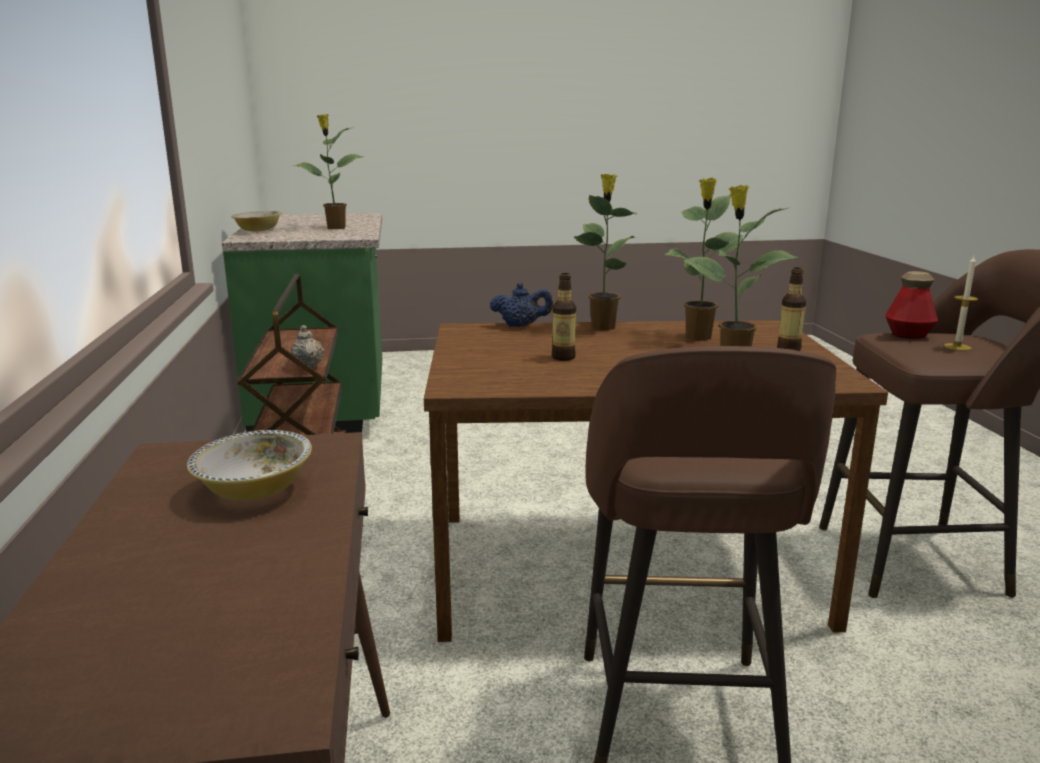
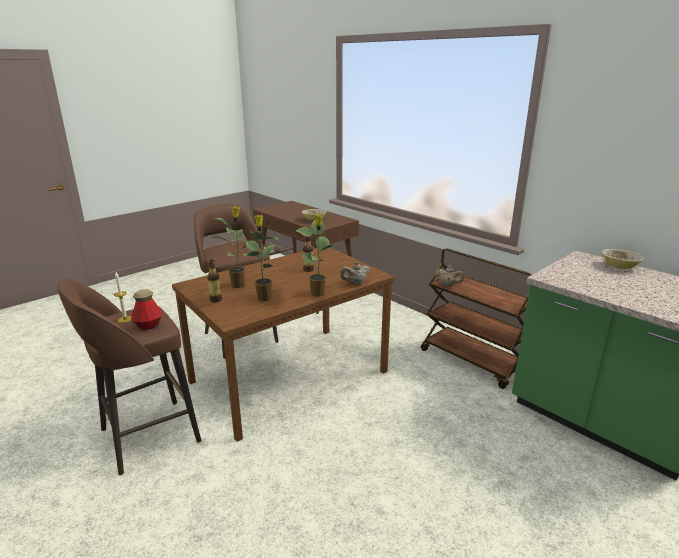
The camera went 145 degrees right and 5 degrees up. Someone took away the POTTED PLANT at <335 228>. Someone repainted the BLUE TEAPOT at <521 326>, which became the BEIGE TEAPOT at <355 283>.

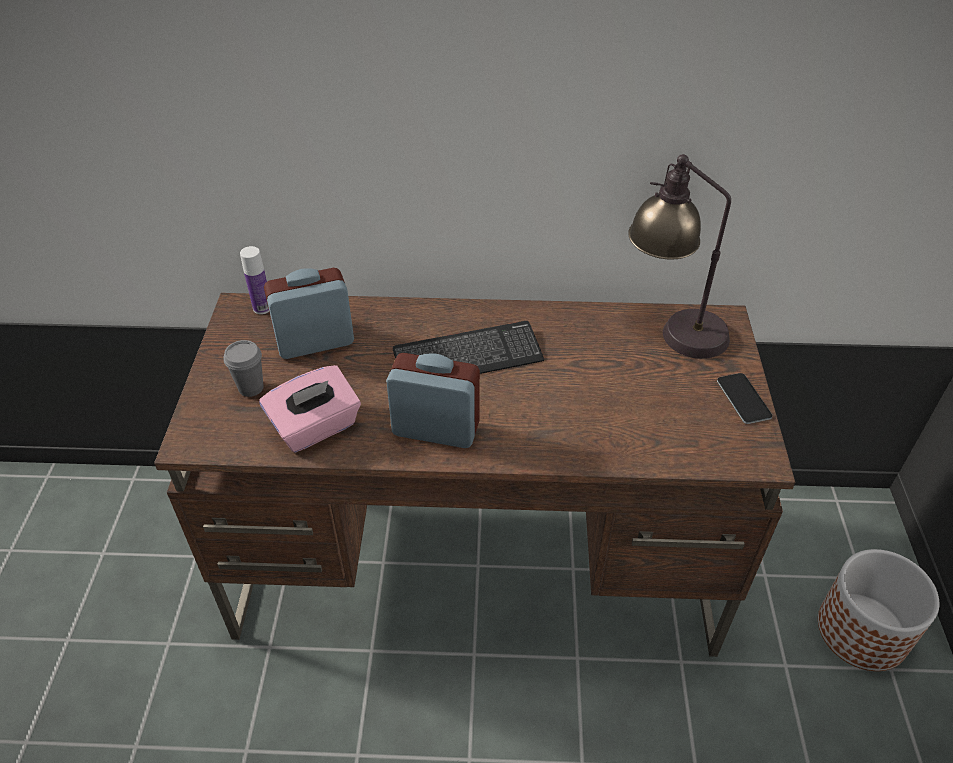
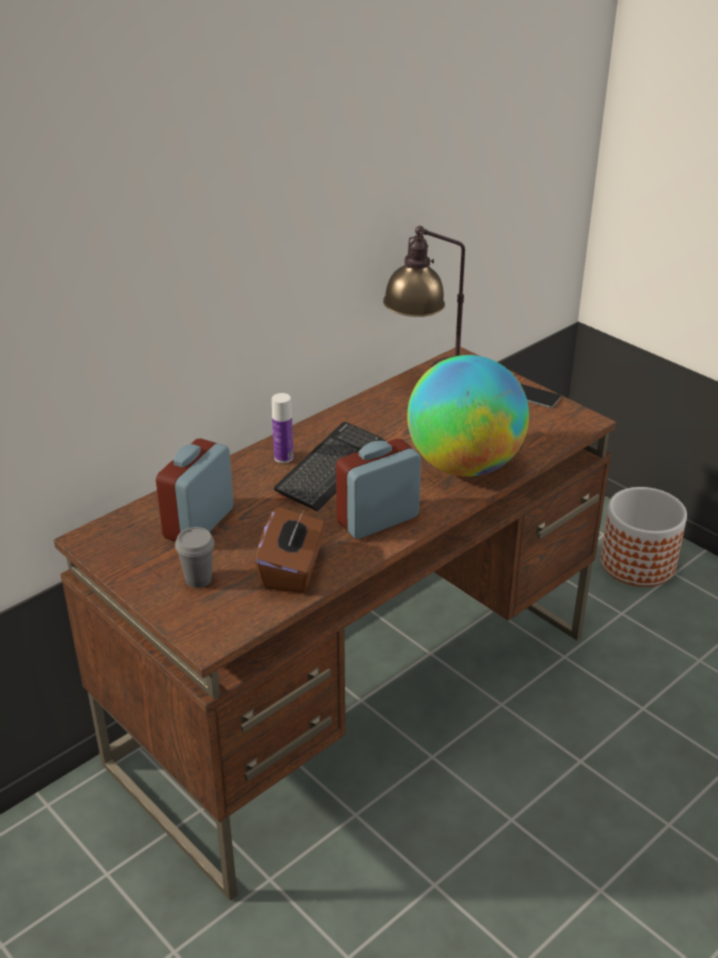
The camera went 45 degrees left and 10 degrees down. Someone carried the BOTTLE from <262 308> to <283 457>. Someone repainted the PINK TISSUE BOX at <316 427>, which became the BROWN TISSUE BOX at <292 570>. Someone put down the GLOBE at <464 465>.

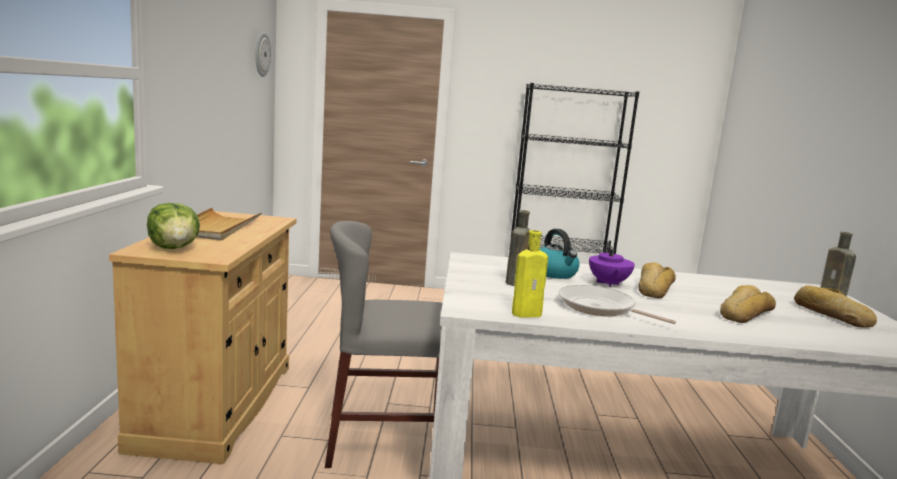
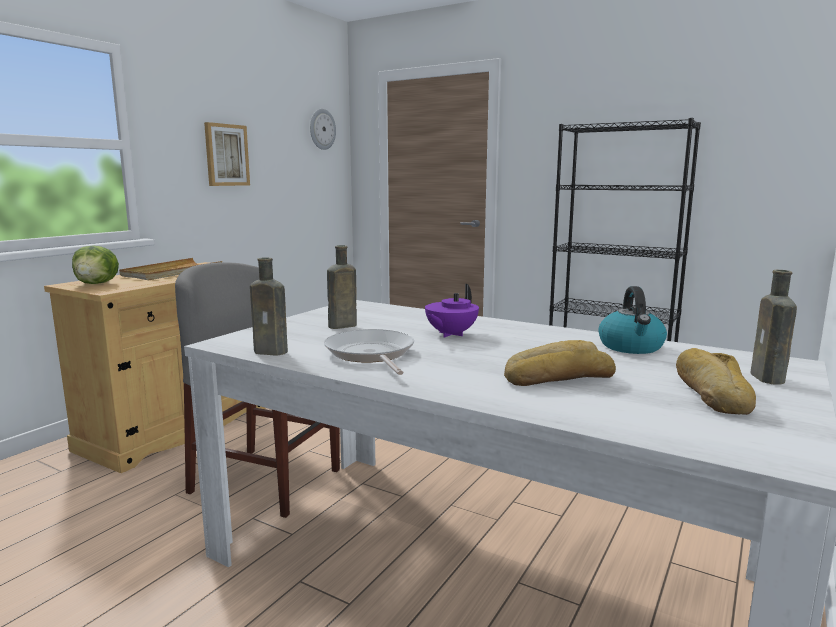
The camera went 30 degrees right and 0 degrees up. Someone repainted the YELLOW BOTTLE at <528 314>, which became the BROWN BOTTLE at <273 352>. Someone carried the KETTLE from <554 273> to <631 347>. Someone took away the BREAD at <653 288>. Someone put up the PICTURE at <226 155>.

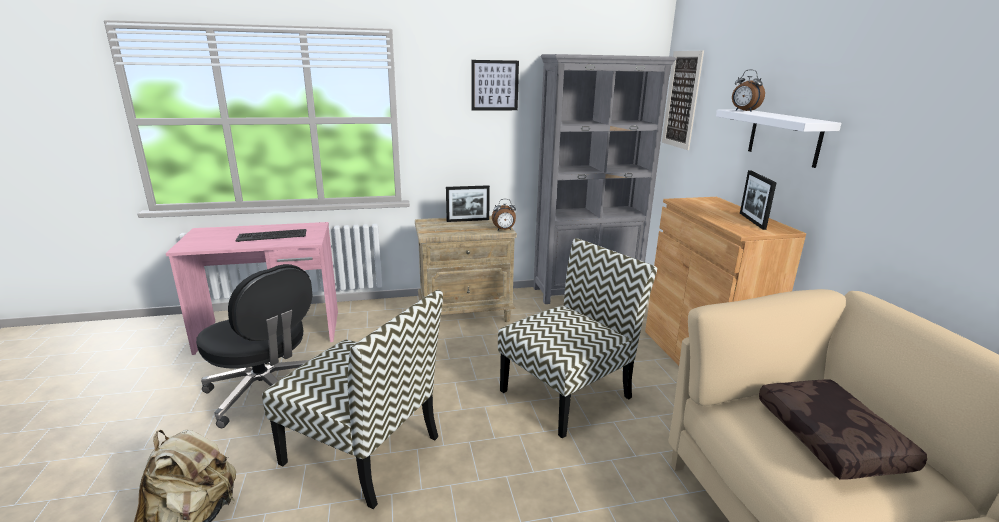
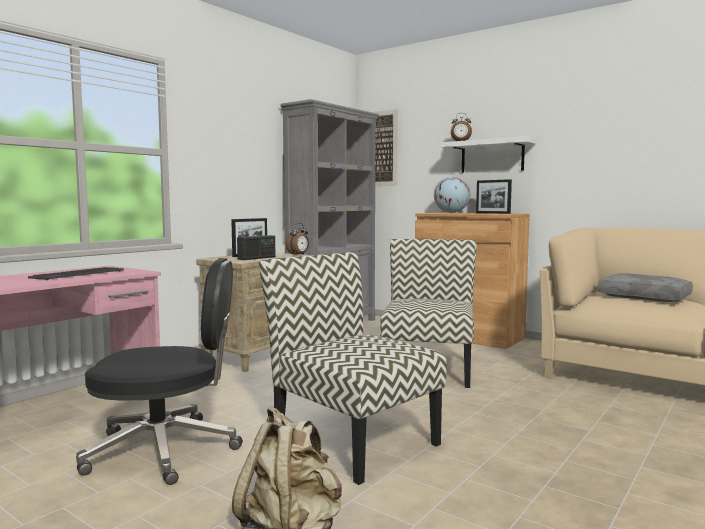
The camera went 40 degrees left and 15 degrees down. Someone rotated the CHAIR at <364 450> by 120 degrees counterclockwise. Someone took away the PICTURE at <494 85>. Someone repainted the BROWN PILLOW at <833 438>, which became the GREY PILLOW at <645 297>. Someone put down the RADIO at <257 258>. Someone put down the GLOBE at <451 212>.

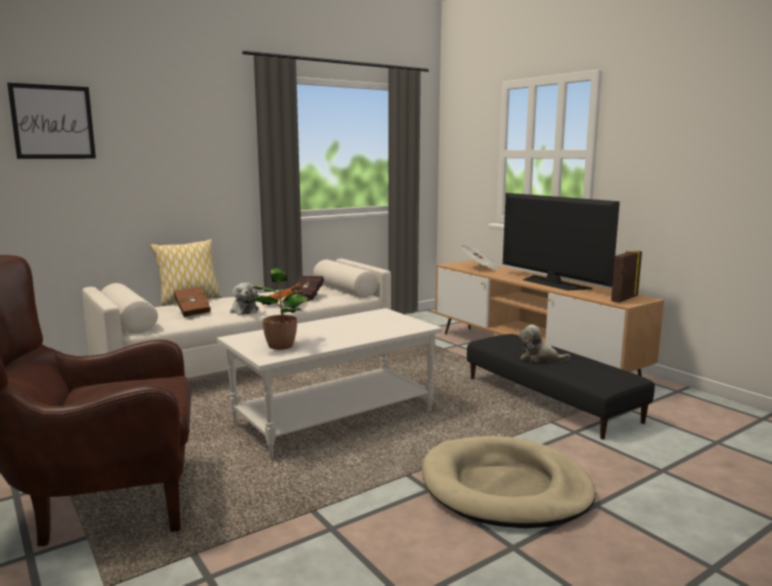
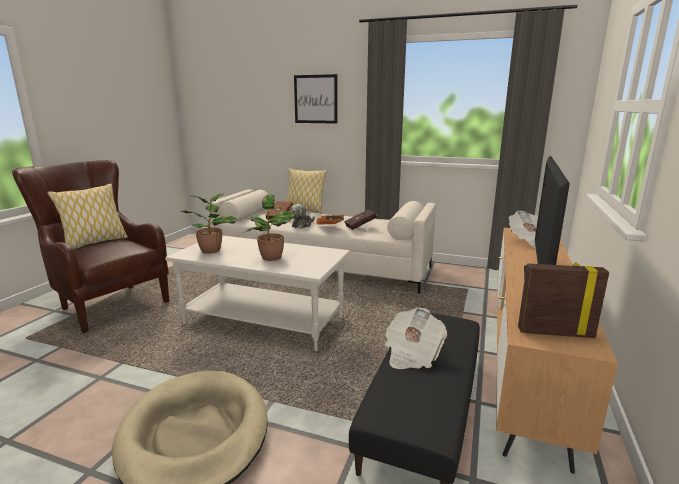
The camera went 55 degrees right and 5 degrees up. Someone carried the PICTURE from <53 122> to <315 99>. Someone swapped the PLUSH TOY at <539 358> for the NEWSPAPER at <412 354>. Someone put down the PILLOW at <95 243>. Someone put down the POTTED PLANT at <271 258>.

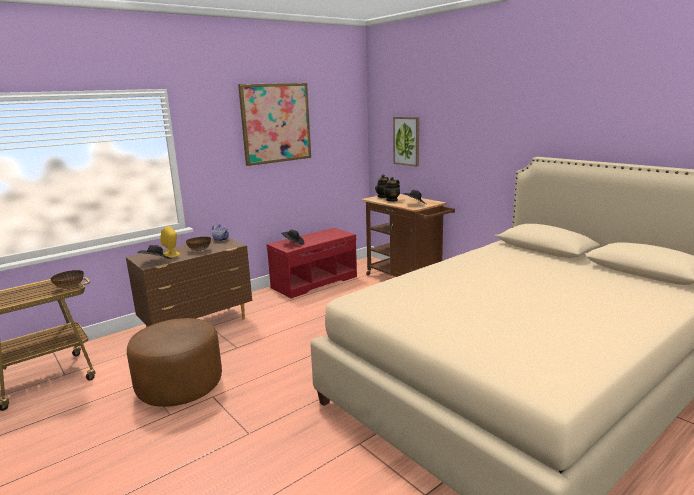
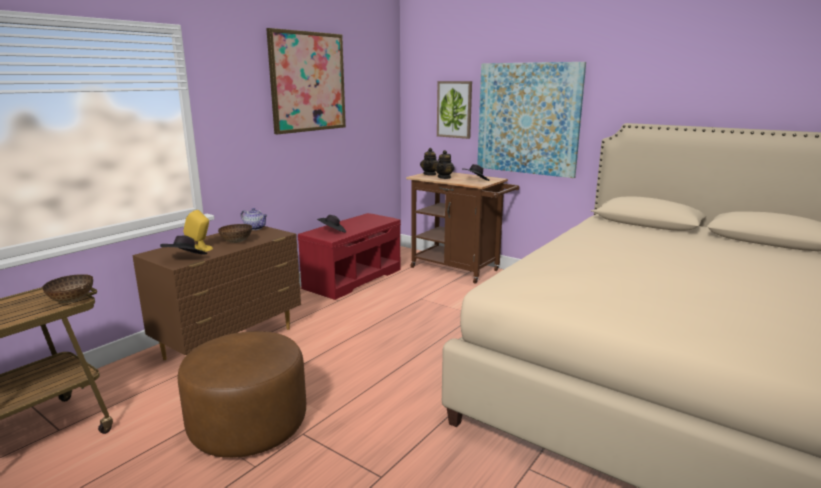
The camera went 15 degrees left and 0 degrees up. Someone put up the PICTURE at <528 119>.

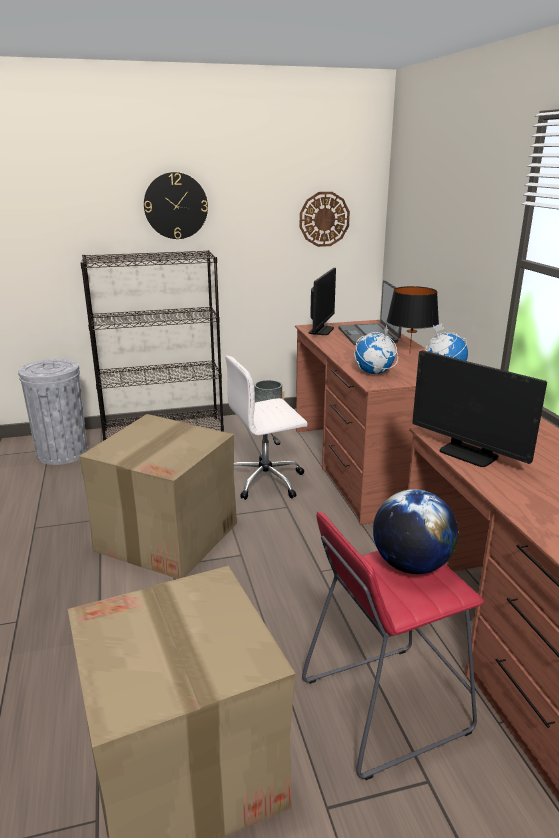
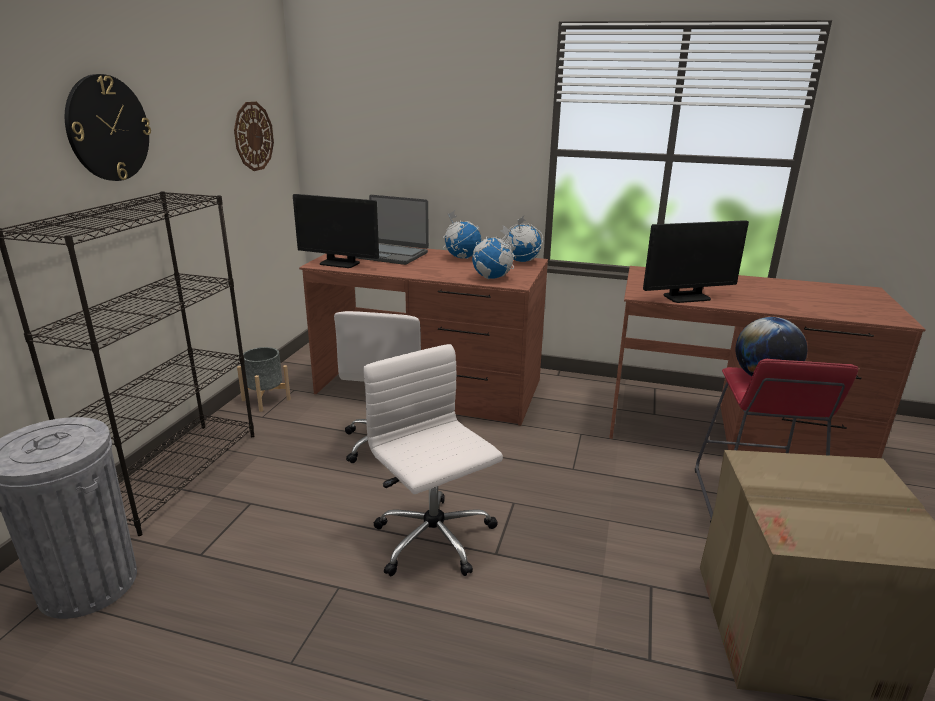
The camera went 60 degrees left and 0 degrees up. Someone swapped the CARDBOARD BOX at <168 536> for the WHITE OFFICE CHAIR at <434 540>. Someone rotated the MONITOR at <321 330> by 150 degrees clockwise. Someone swapped the BLACK TABLE LAMP at <409 354> for the GLOBE at <462 257>.

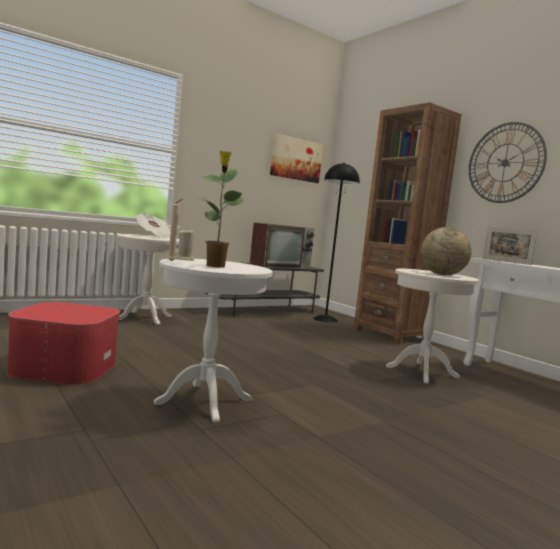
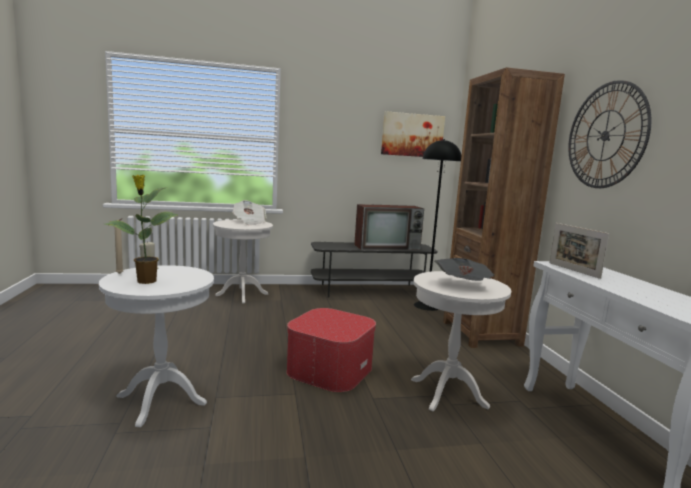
The camera went 25 degrees right and 5 degrees up. Someone carried the OTTOMAN from <64 367> to <329 369>. Someone swapped the GLOBE at <442 274> for the NEWSPAPER at <463 286>.

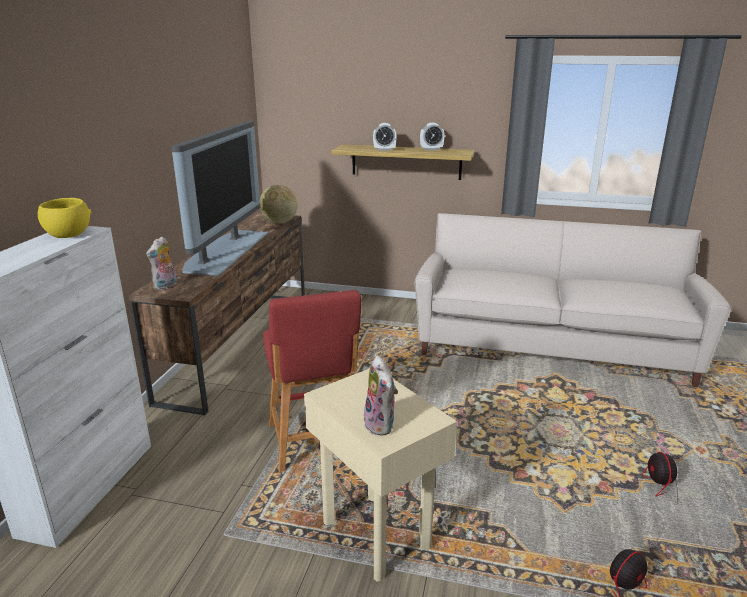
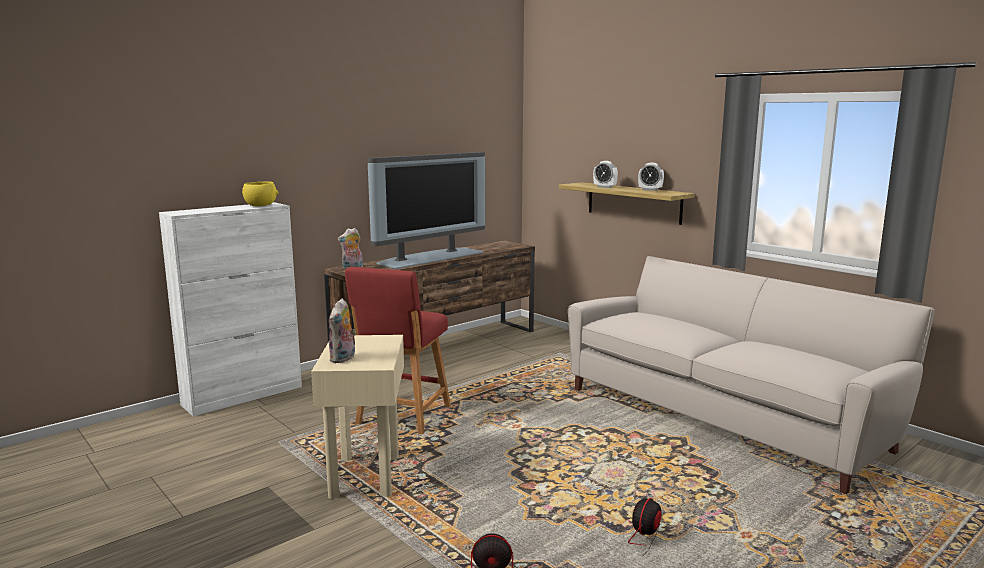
The camera went 35 degrees right and 10 degrees down. Someone took away the GLOBE at <279 222>.

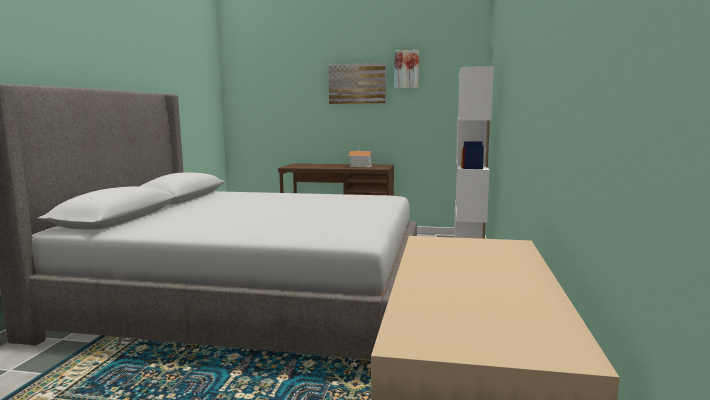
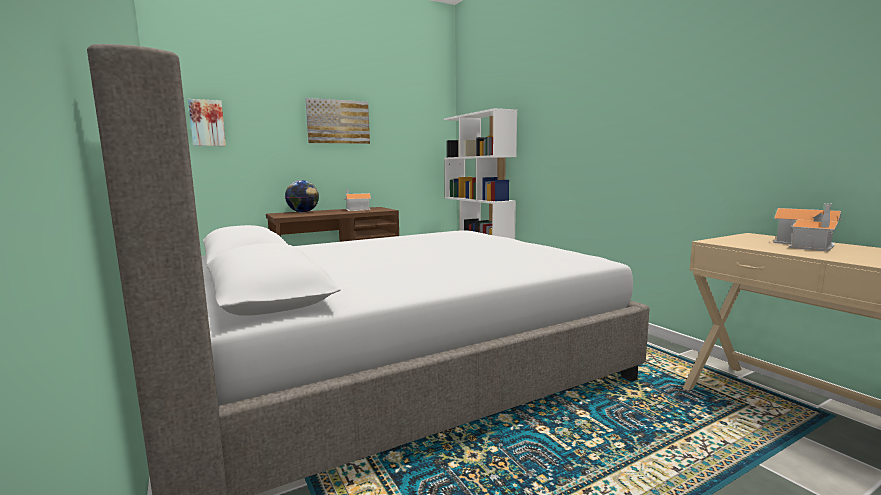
The camera went 40 degrees left and 0 degrees up. Someone carried the PICTURE from <406 69> to <207 123>. Someone put down the GLOBE at <303 212>. Someone put down the TOY HOUSE at <807 245>.

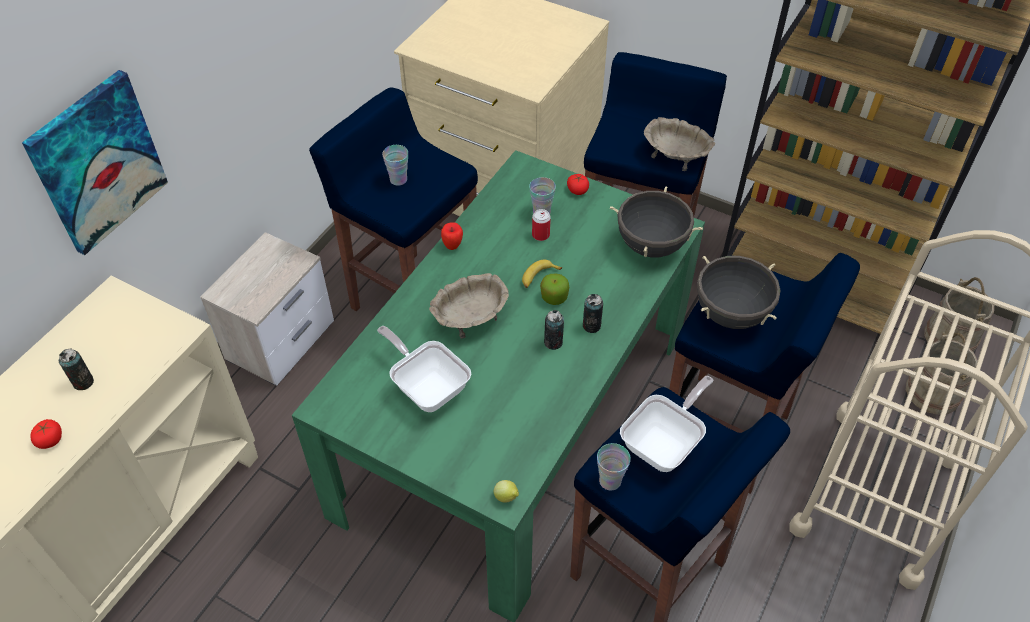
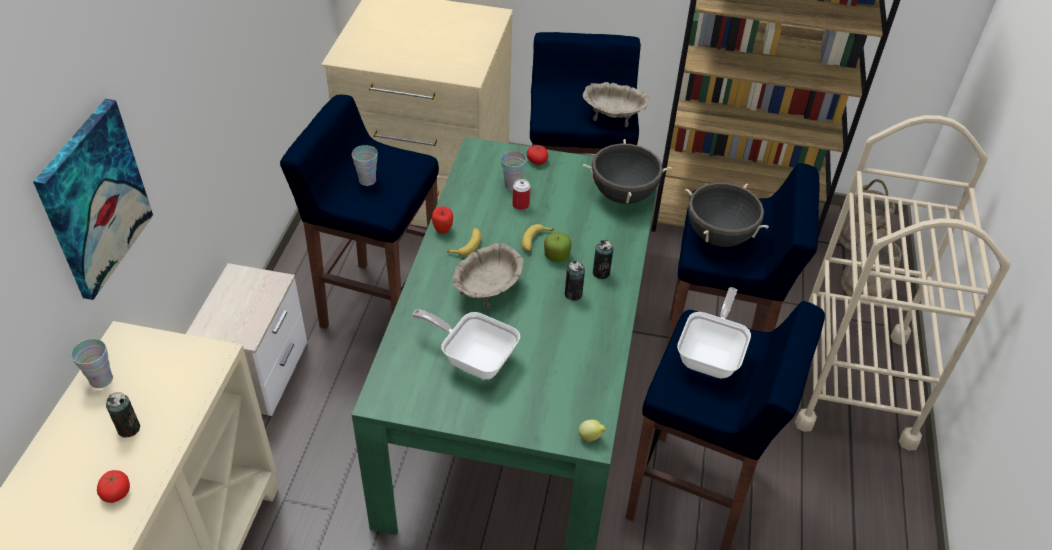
The camera went 20 degrees left and 5 degrees down. Someone carried the CUP from <610 481> to <101 380>. Someone put down the BANANA at <467 245>.

